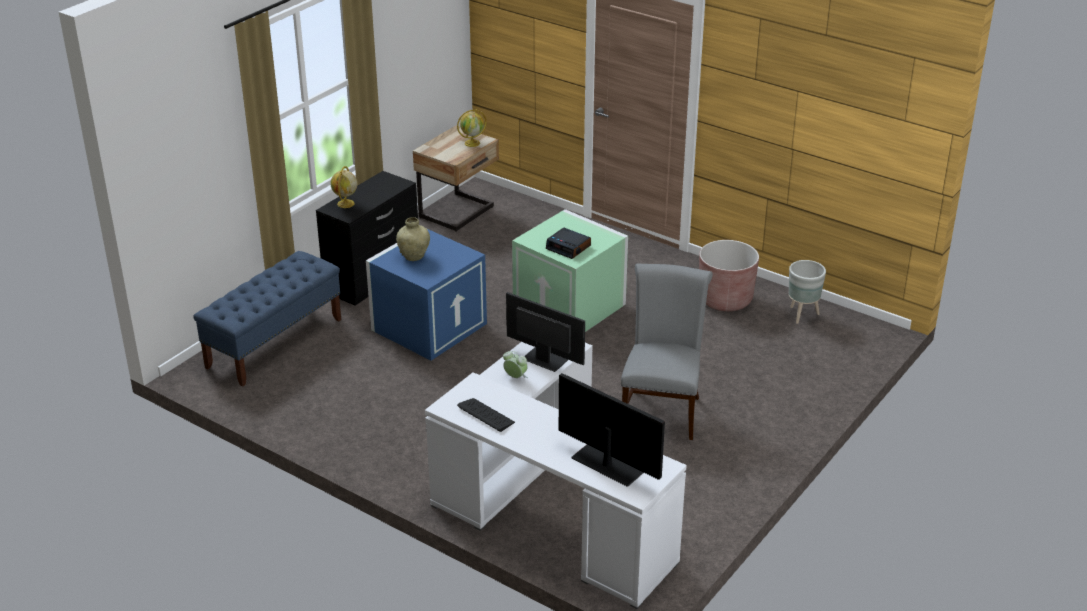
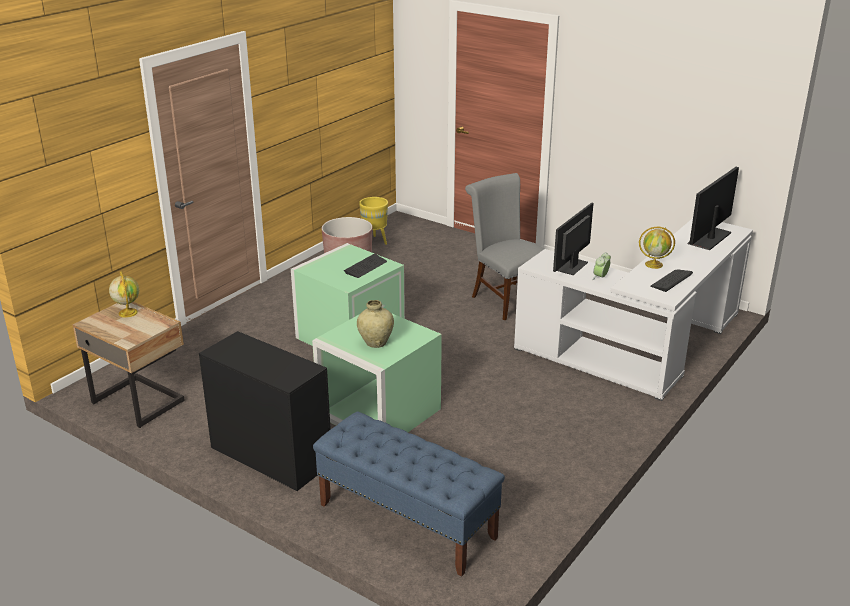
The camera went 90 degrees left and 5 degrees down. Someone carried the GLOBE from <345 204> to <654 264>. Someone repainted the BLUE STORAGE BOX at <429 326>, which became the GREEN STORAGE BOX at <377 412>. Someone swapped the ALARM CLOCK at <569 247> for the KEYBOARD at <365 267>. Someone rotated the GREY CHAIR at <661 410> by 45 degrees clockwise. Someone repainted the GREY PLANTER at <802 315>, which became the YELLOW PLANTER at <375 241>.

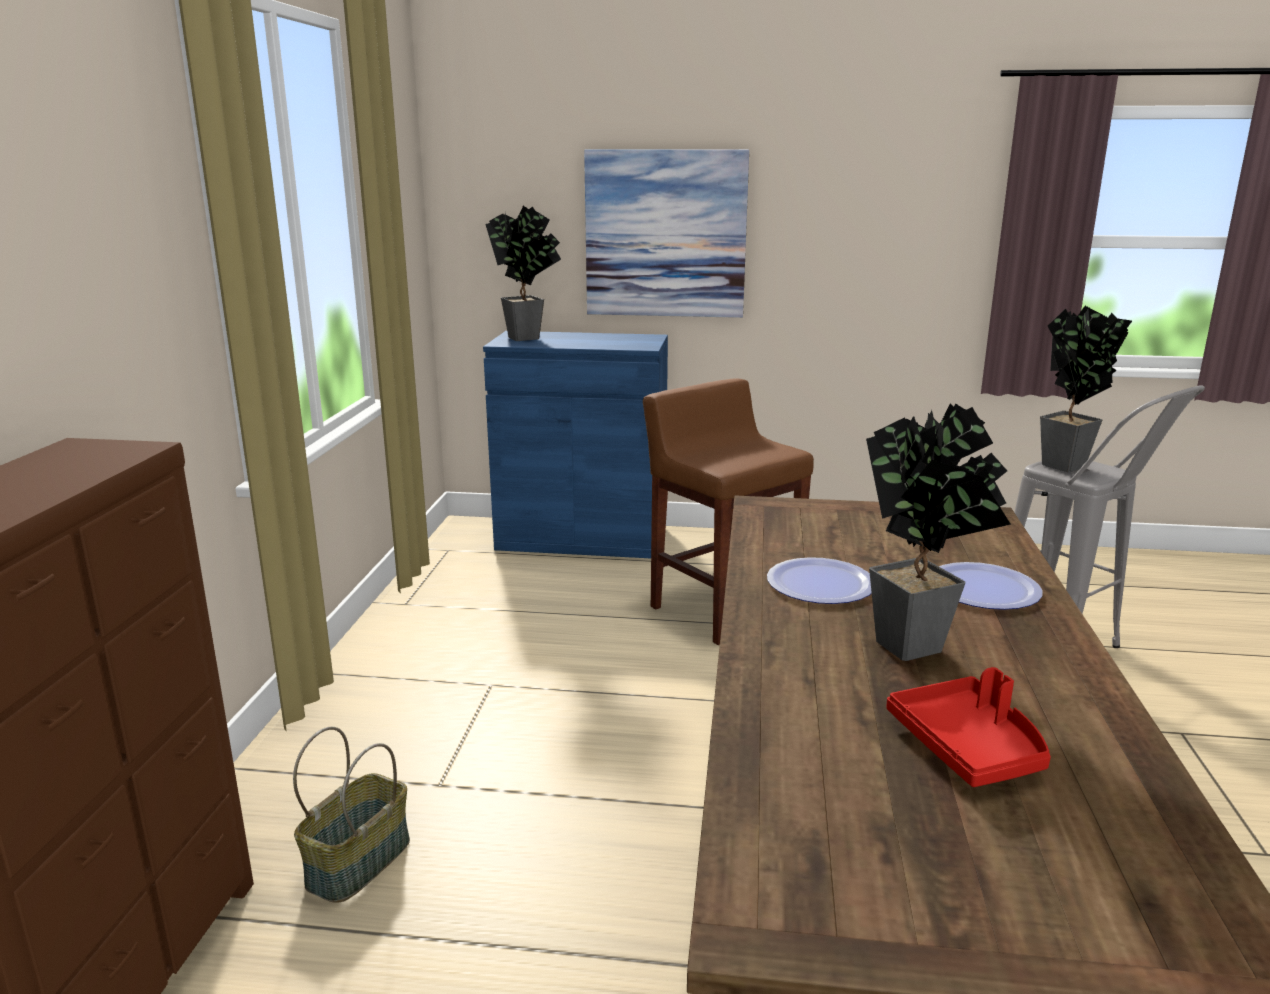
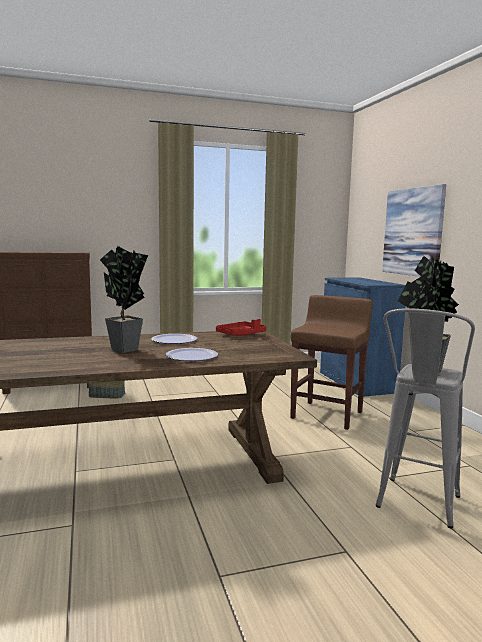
The camera went 65 degrees right and 10 degrees down. Someone took away the POTTED PLANT at <529 338>. Someone carried the RED TRAY from <969 747> to <241 335>.

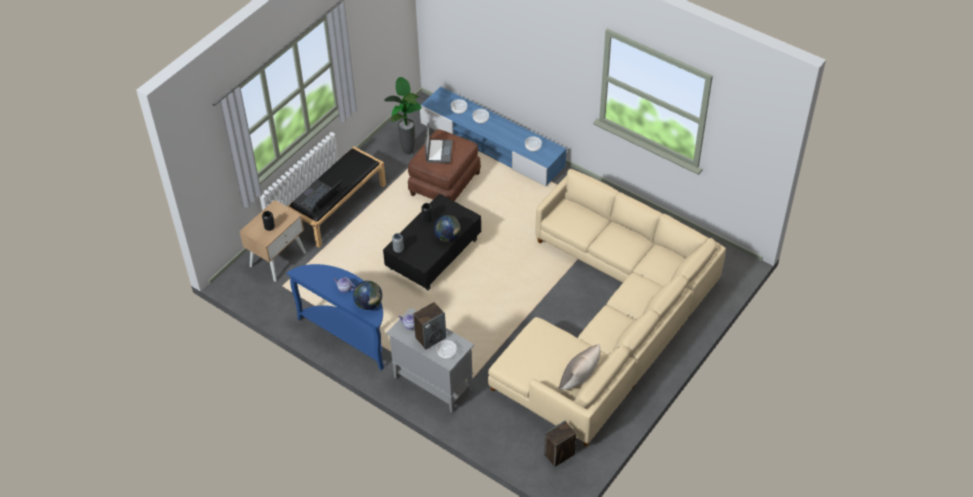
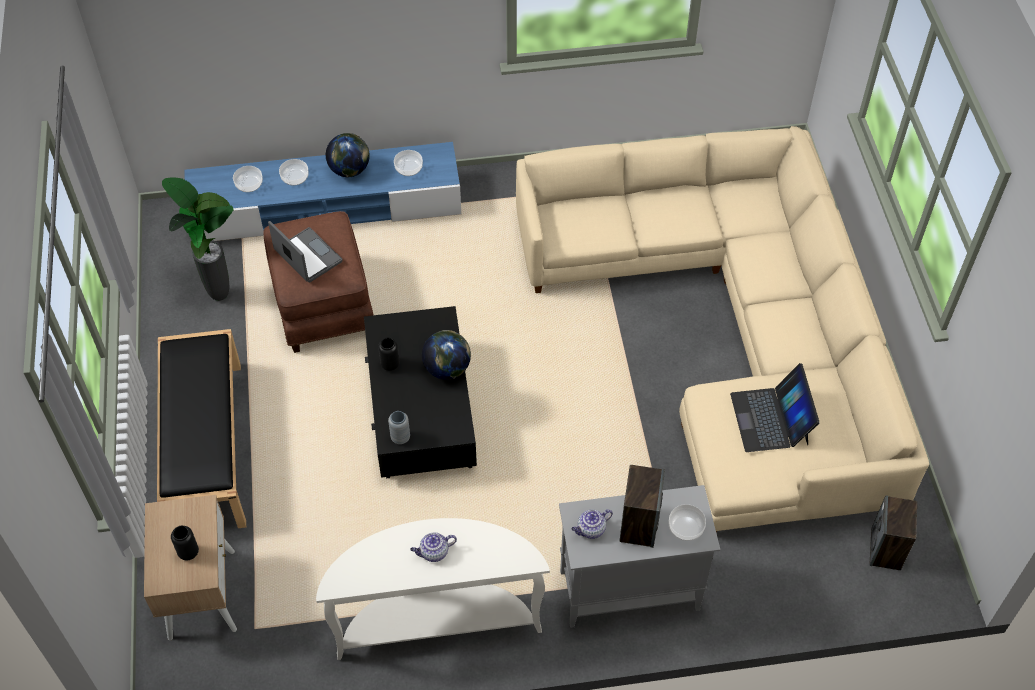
The camera went 45 degrees left and 5 degrees up. Someone repainted the BLUE CONSOLE TABLE at <348 335>, which became the WHITE CONSOLE TABLE at <437 620>. Someone carried the LAPTOP from <318 198> to <770 419>. Someone carried the GLOBE from <368 304> to <349 170>. Someone took away the BEIGE PILLOW at <579 380>.

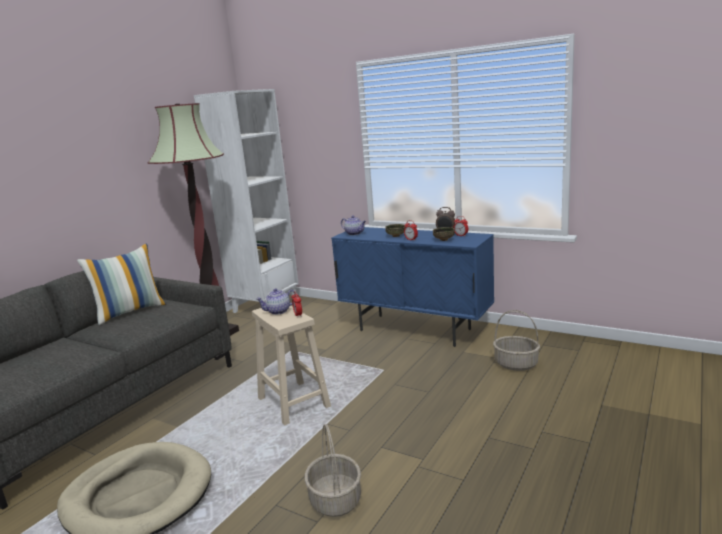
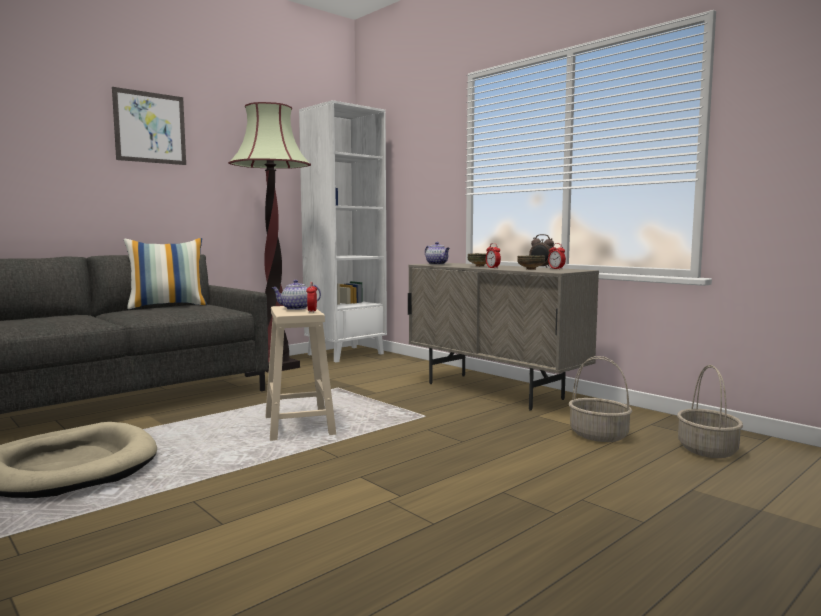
The camera went 15 degrees right and 10 degrees down. Someone carried the BASKET from <335 500> to <706 449>. Someone repainted the BLUE CABINET at <415 330>, which became the BEIGE CABINET at <494 391>. Someone put up the PICTURE at <150 127>.

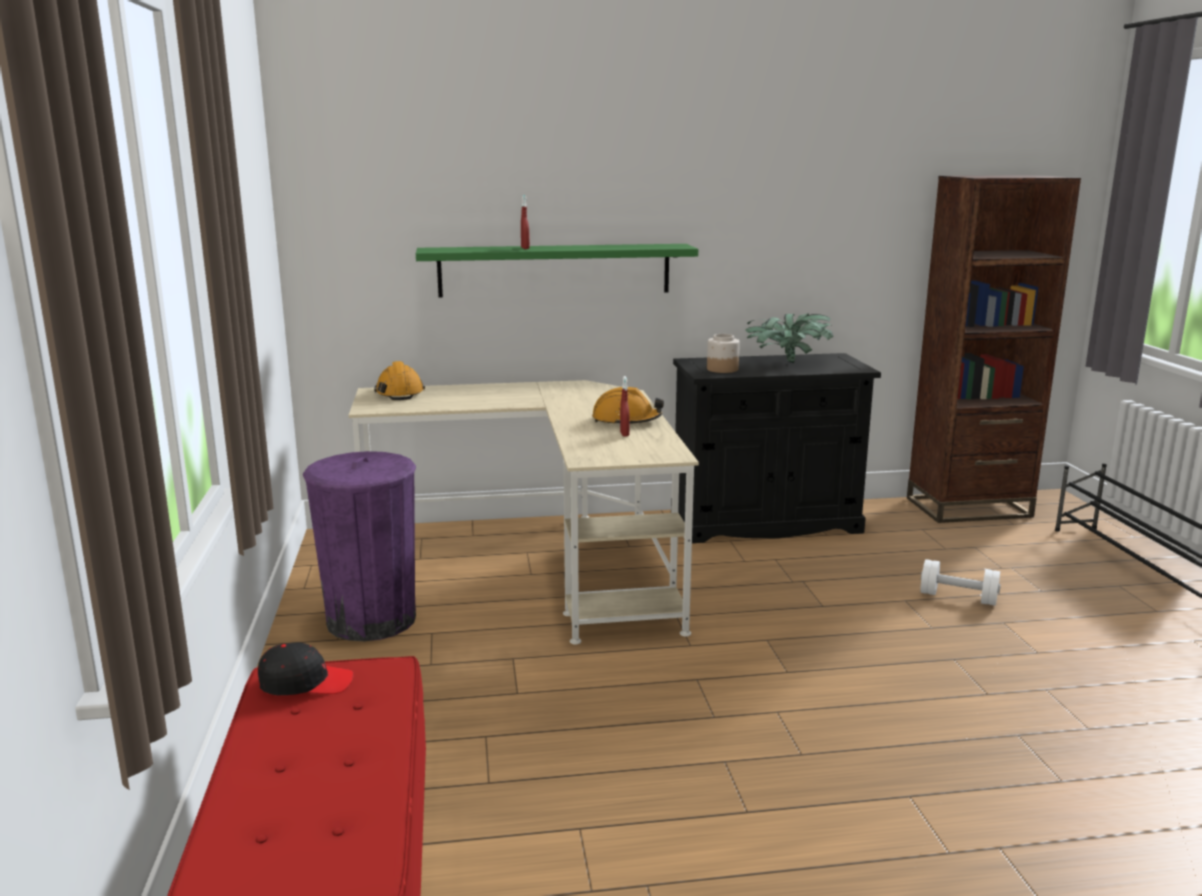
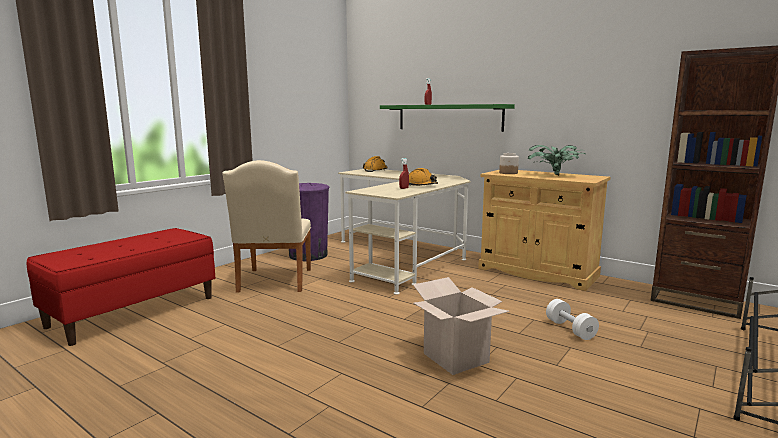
The camera went 45 degrees right and 5 degrees down. Someone took away the BLACK CAP at <305 682>. Someone repainted the BLACK CABINET at <765 523>, which became the BEIGE CABINET at <537 272>. Someone put down the BEIGE CHAIR at <274 282>. Someone put down the CARDBOARD BOX at <456 358>.

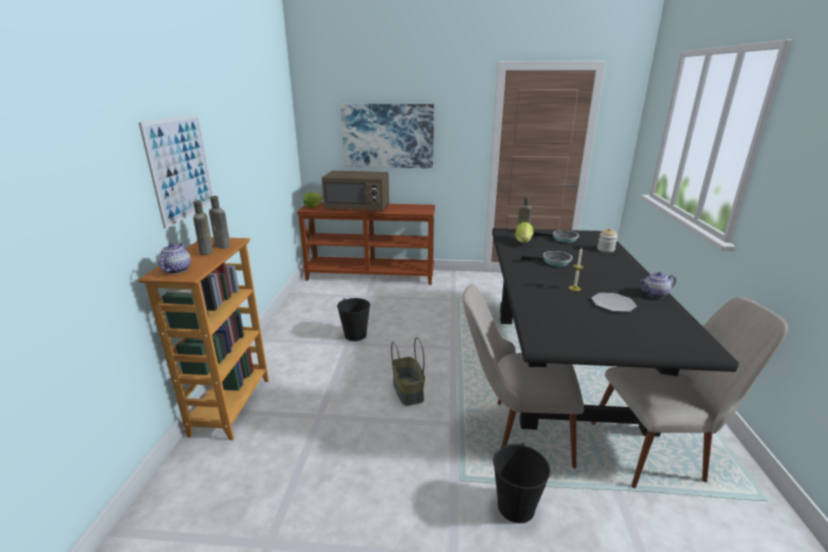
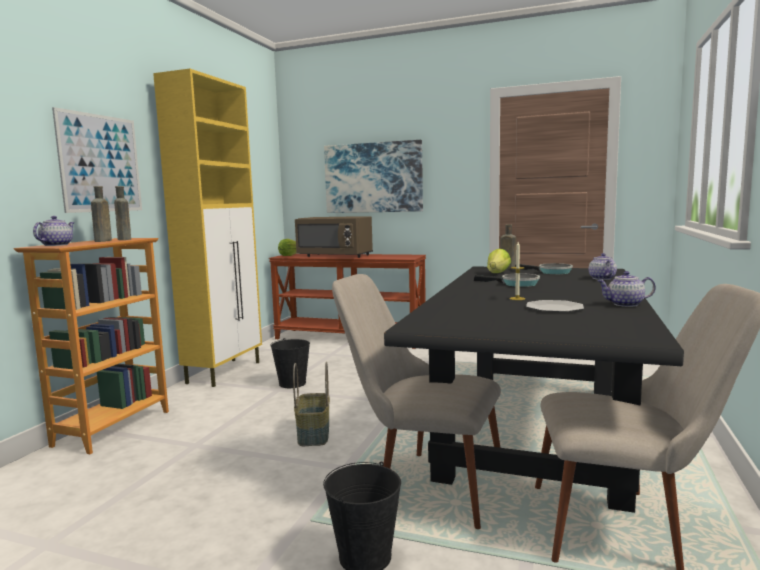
The camera went 15 degrees right and 15 degrees down. Someone swapped the JAR at <605 249> for the TEAPOT at <601 278>. Someone put down the YELLOW CABINET at <225 372>.

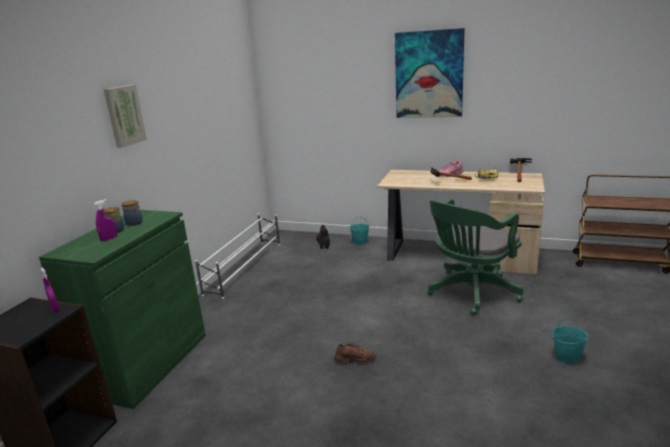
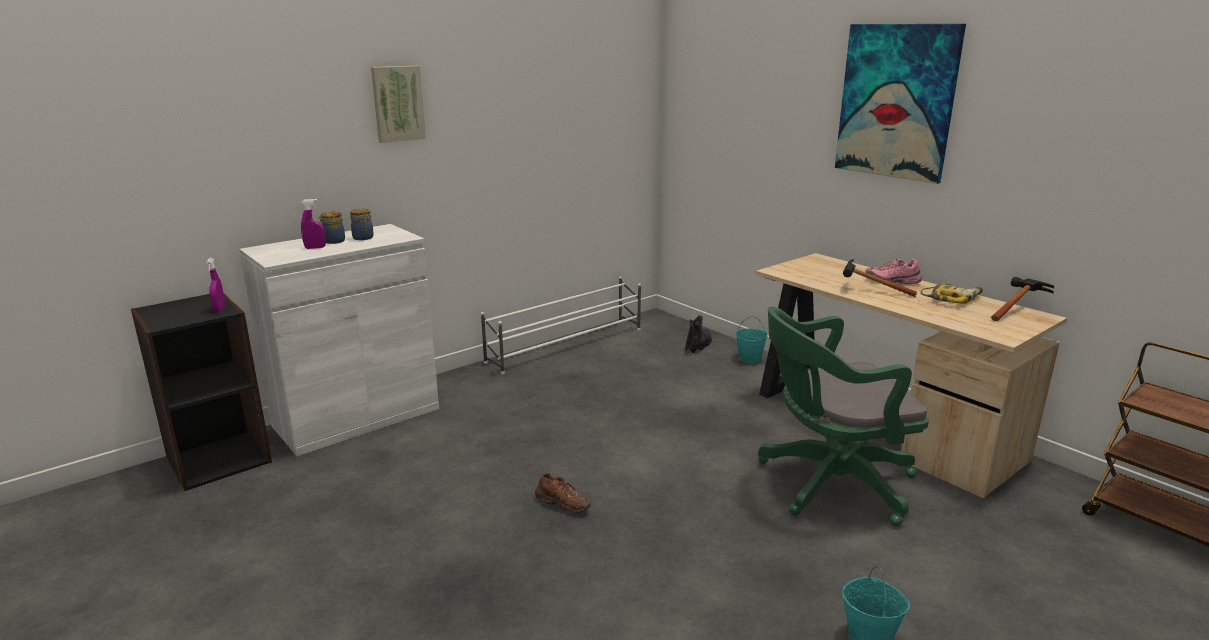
The camera went 30 degrees right and 0 degrees up. Someone repainted the GREEN CABINET at <149 364>, which became the WHITE CABINET at <357 417>.

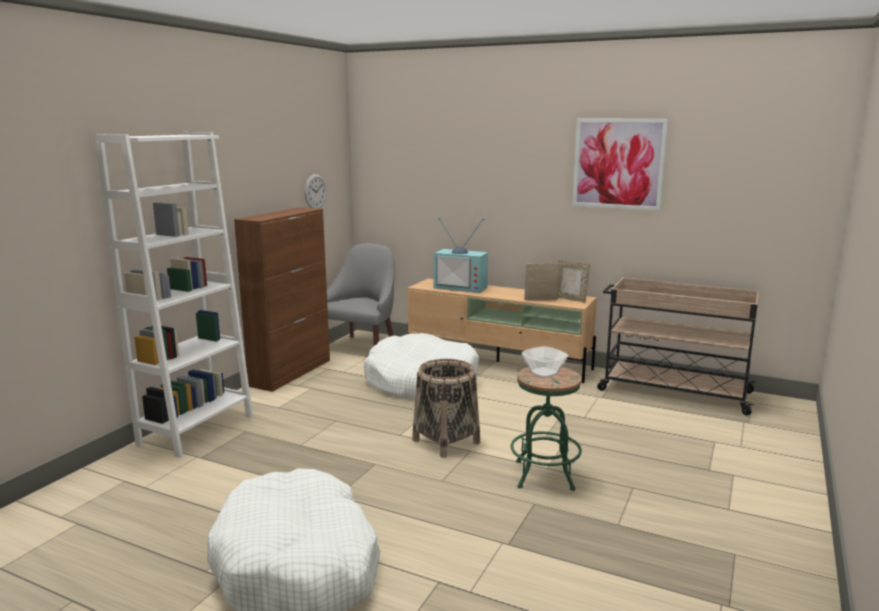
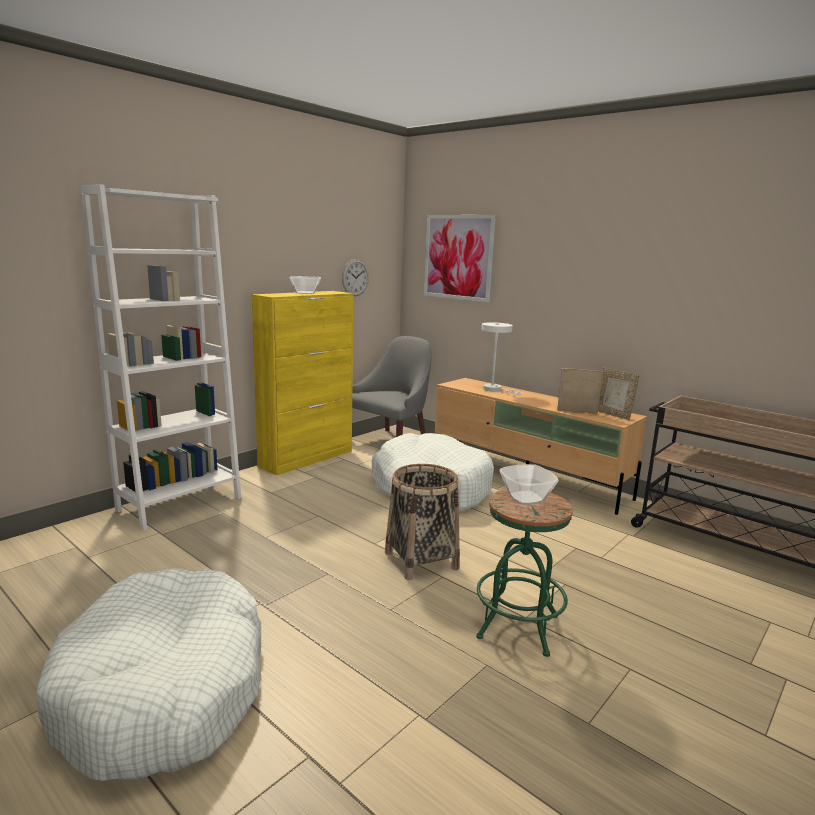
The camera went 15 degrees right and 0 degrees up. Someone repainted the BROWN CABINET at <291 372>, which became the YELLOW CABINET at <307 458>. Someone swapped the TELEVISION at <462 287> for the WHITE TABLE LAMP at <495 389>. Someone carried the PICTURE from <618 164> to <458 257>. Someone put down the BOWL at <305 293>.

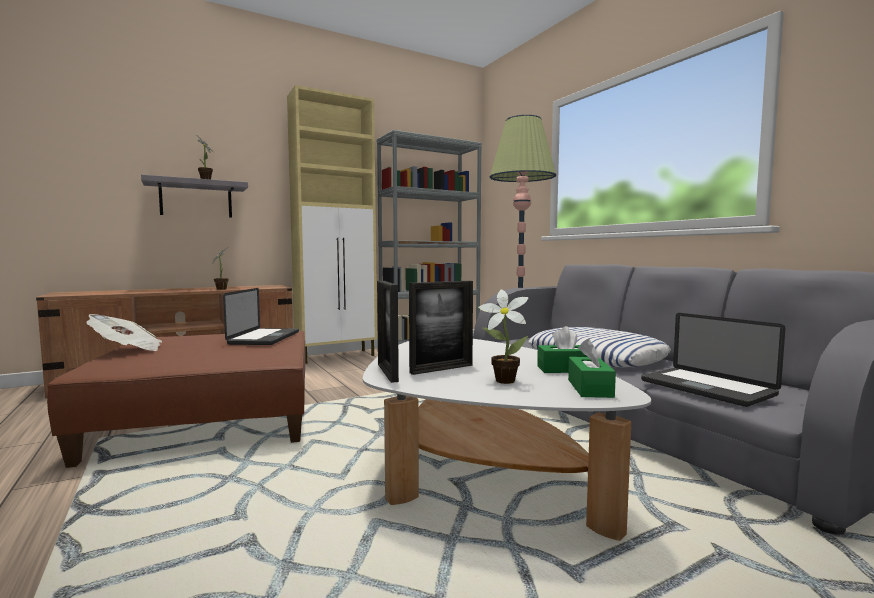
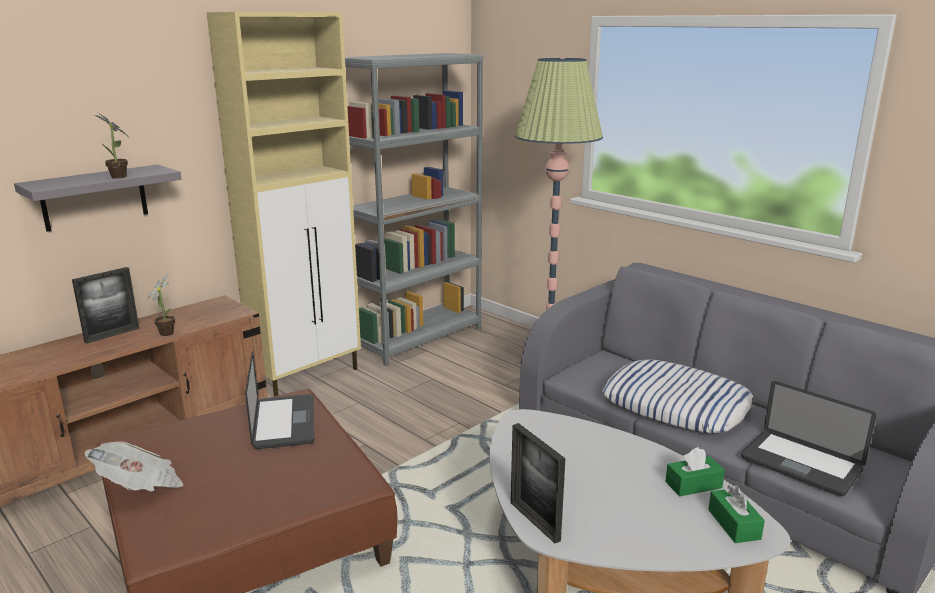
The camera went 15 degrees left and 15 degrees up. Someone carried the PICTURE FRAME from <441 369> to <112 335>. Someone took away the POTTED PLANT at <502 380>.

